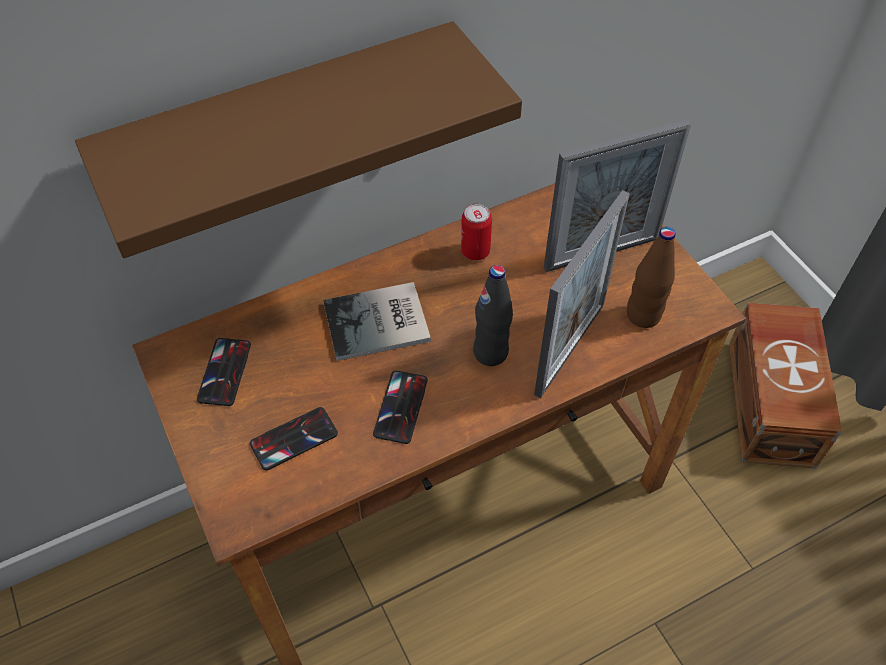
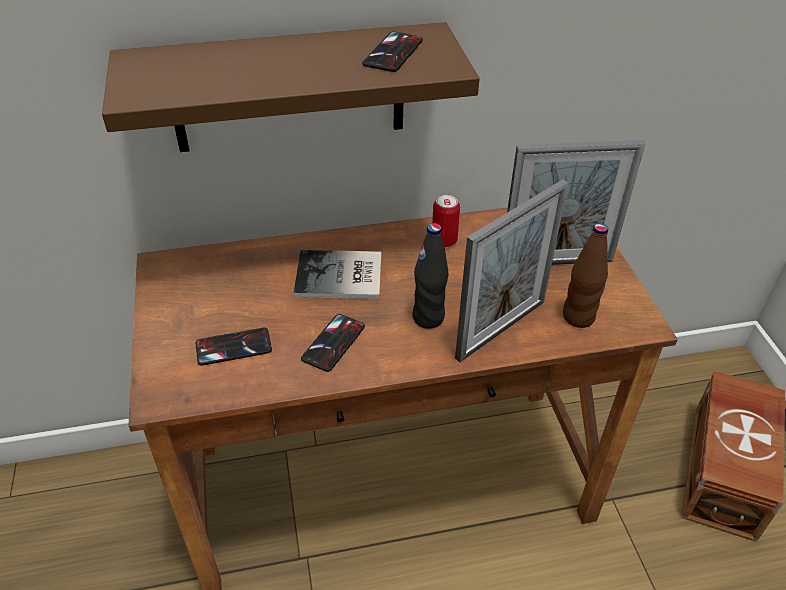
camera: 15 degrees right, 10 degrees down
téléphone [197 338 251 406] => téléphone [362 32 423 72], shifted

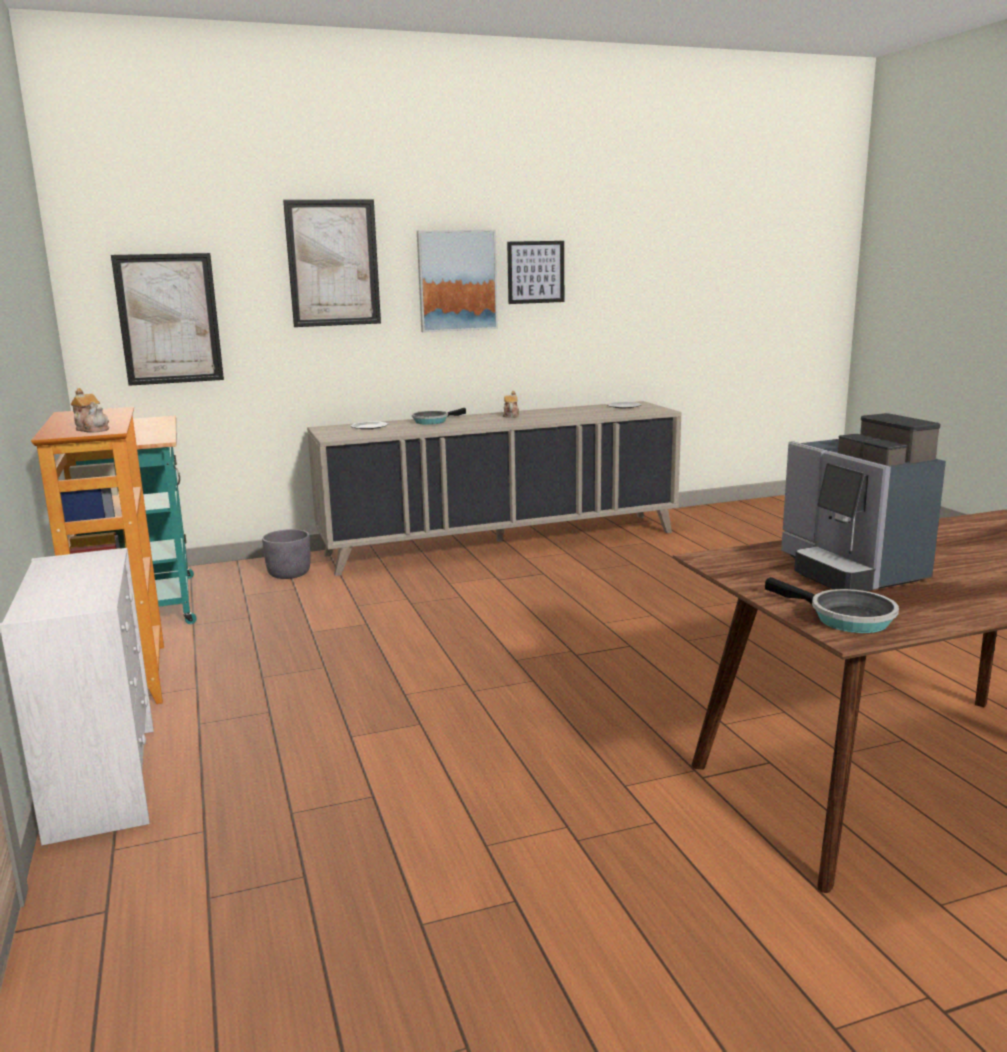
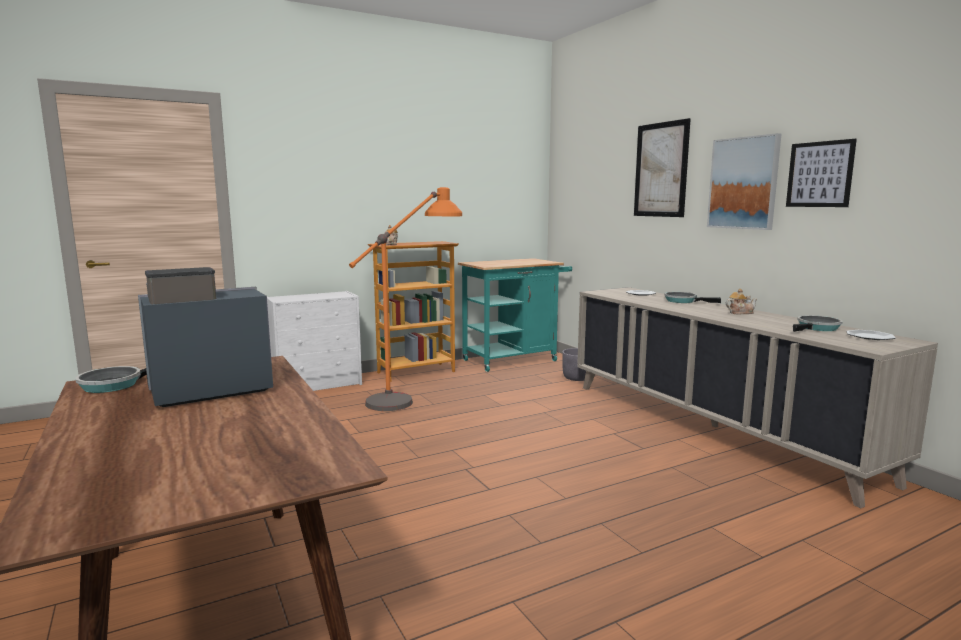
camera: 80 degrees right, 5 degrees down
nothing => lampadaire/orange [349 187 462 411]
nothing => poêle [793 315 842 332]
tableau [111 253 224 386] => nothing

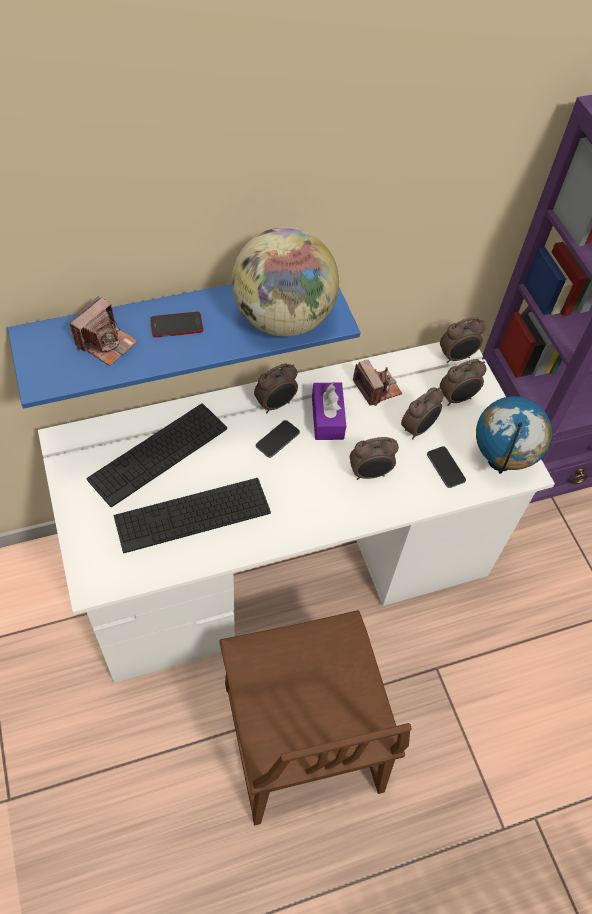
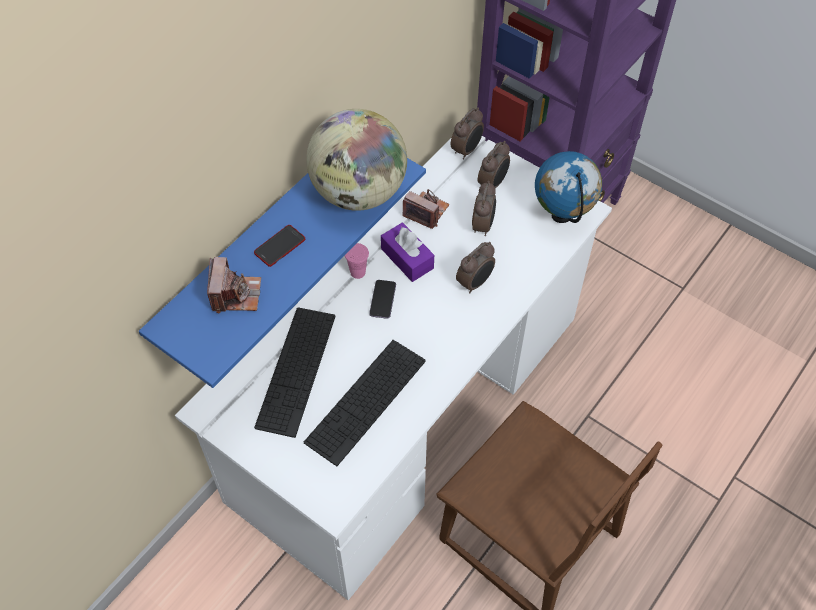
camera: 30 degrees left, 0 degrees up
réveil [254 364 298 413] => tasse/rose [345 243 369 279]
téléphone [427 446 466 488] => nothing

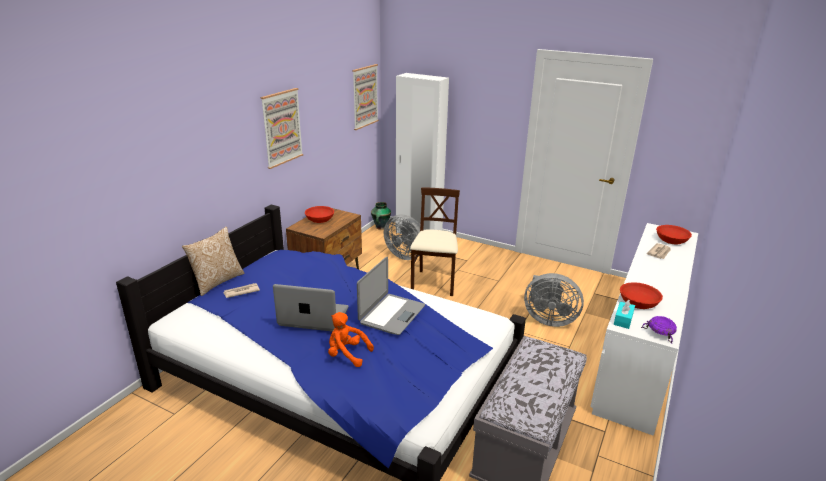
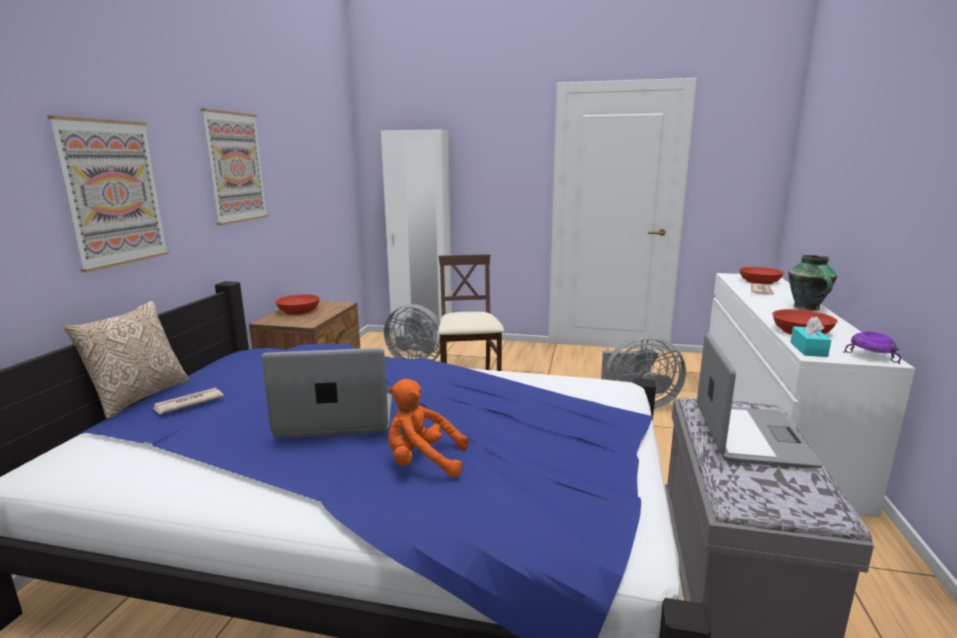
camera: 15 degrees left, 10 degrees down
tableau [352 64 379 130] => tableau [47 115 169 272], shifted
ordinateur portable [357 257 425 335] => ordinateur portable [697 333 823 468], shifted
vase [371 202 391 230] => vase [788 255 837 311], shifted

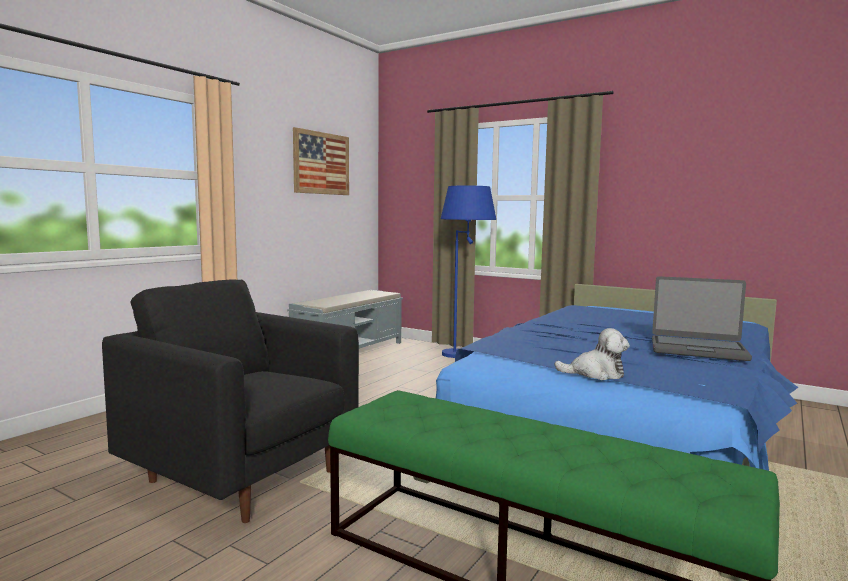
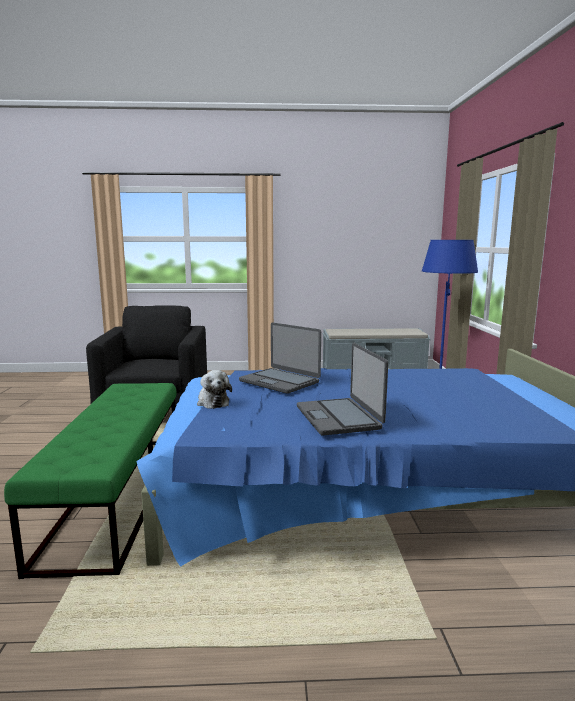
camera: 55 degrees right, 5 degrees up
nothing => ordinateur portable [239 322 321 394]
tableau [293 127 349 195] => nothing

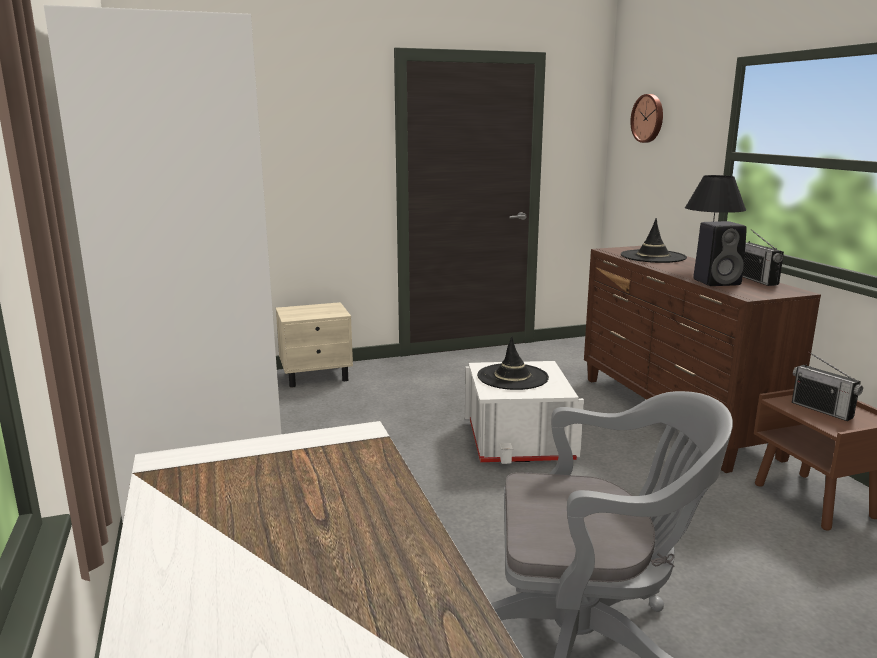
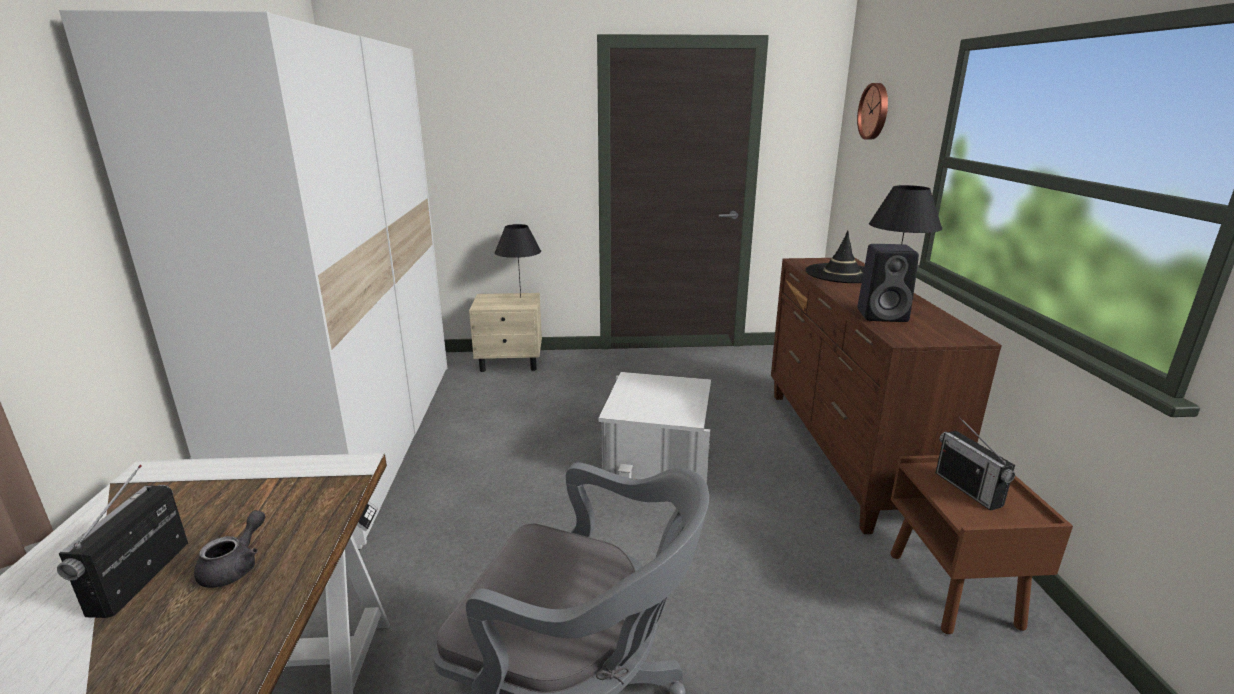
camera: 15 degrees right, 5 degrees up
radio [742 229 784 286] => radio [57 465 188 618], shifted
nothing => théière/gris [194 510 265 588]
nothing => lampe de table/noir [495 224 541 298]
chapeau/noir [477 336 549 390] => nothing

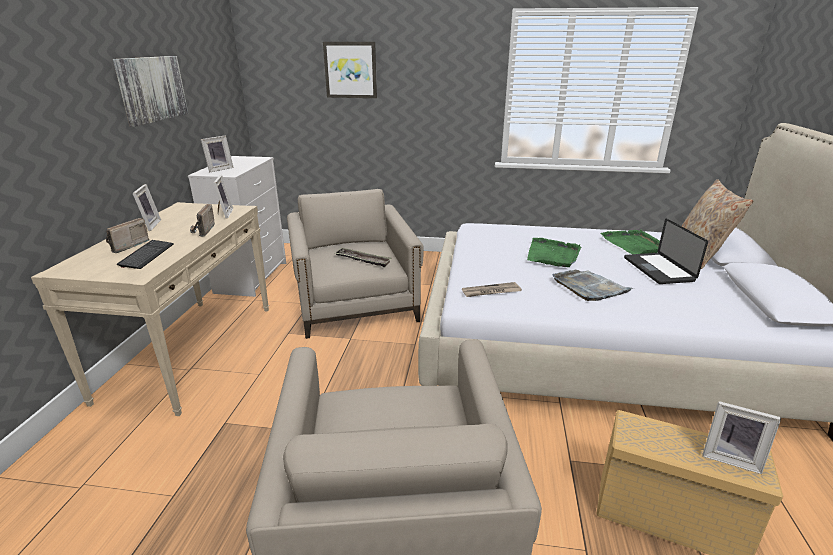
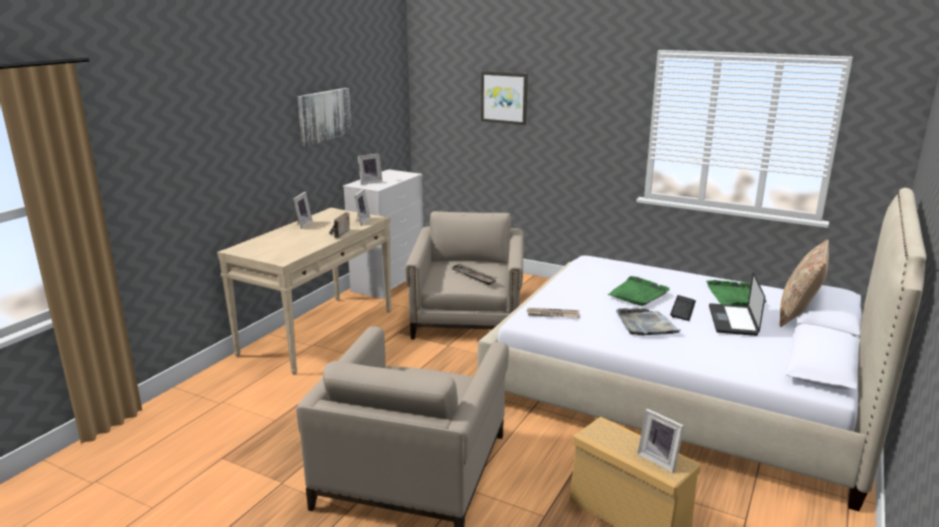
camera: 20 degrees right, 5 degrees down
clavier [117 240 174 269] => clavier [670 295 696 321], shifted
radio [106 218 149 253] => nothing

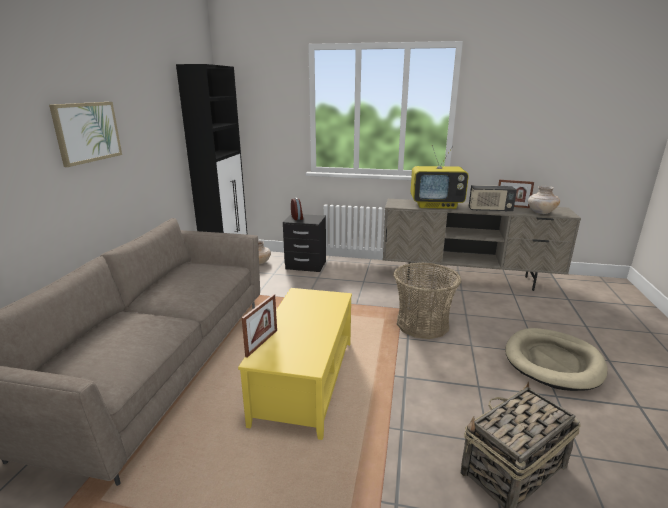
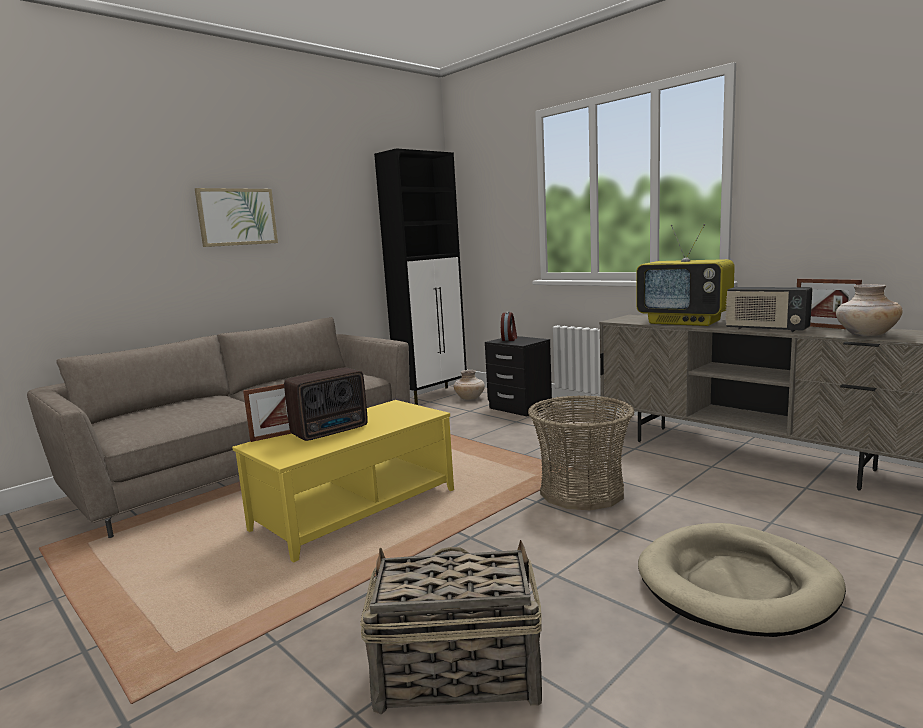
camera: 35 degrees right, 10 degrees down
nothing => radio [284 367 368 441]

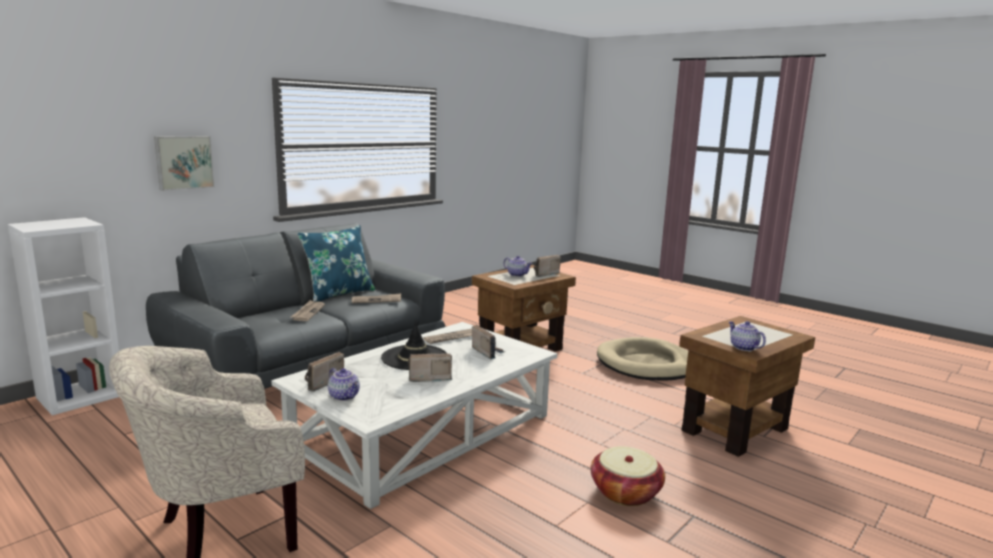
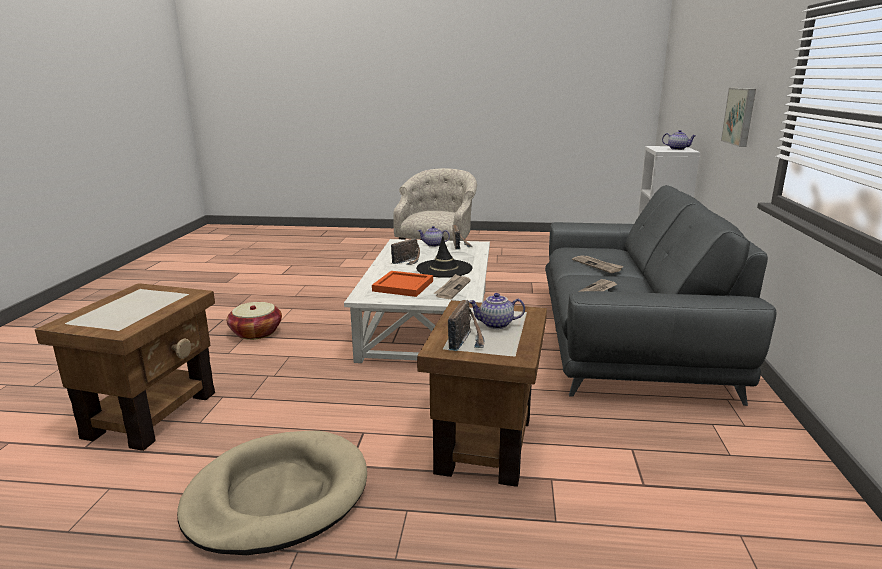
camera: 145 degrees right, 5 degrees up
radio [472 324 506 359] => plateau/orange [372 271 433 297]
théière [729 321 766 351] => théière [662 130 696 150], shifted
coussin/bleu [297 225 376 302] => nothing

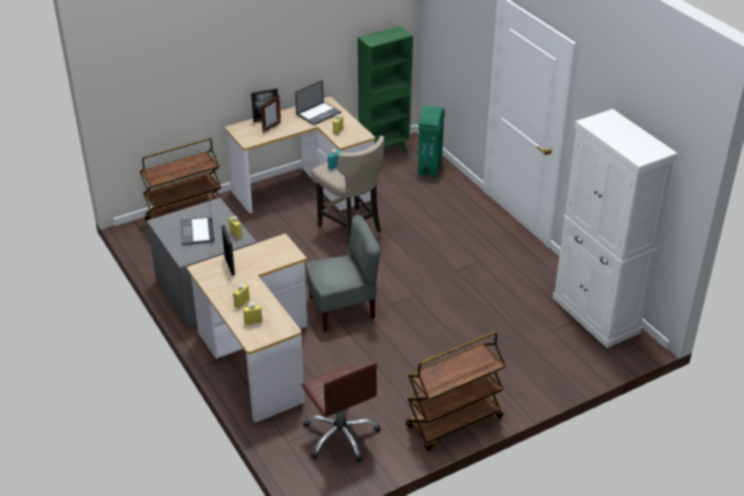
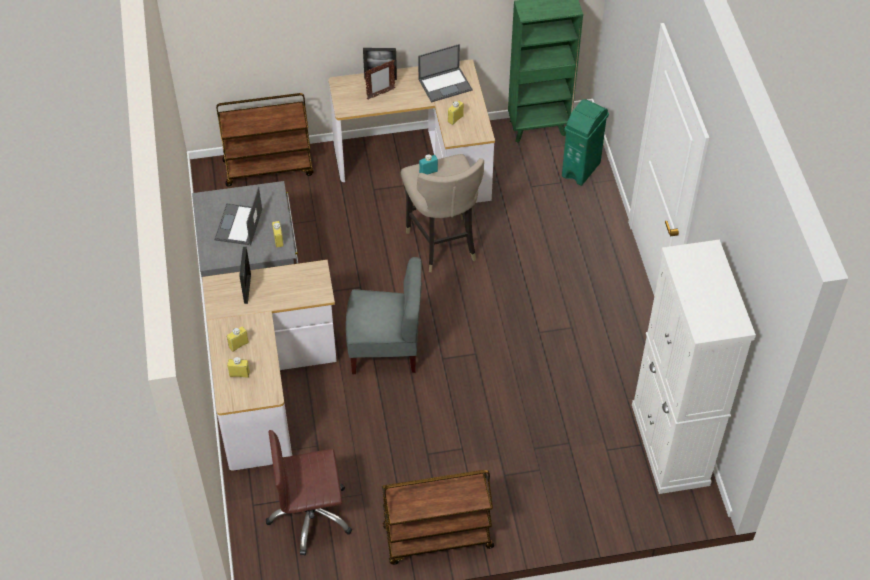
camera: 20 degrees right, 15 degrees up
chaise de bureau/marron [301 361 380 463] => chaise de bureau/marron [266 430 352 555], 90 degrees clockwise

